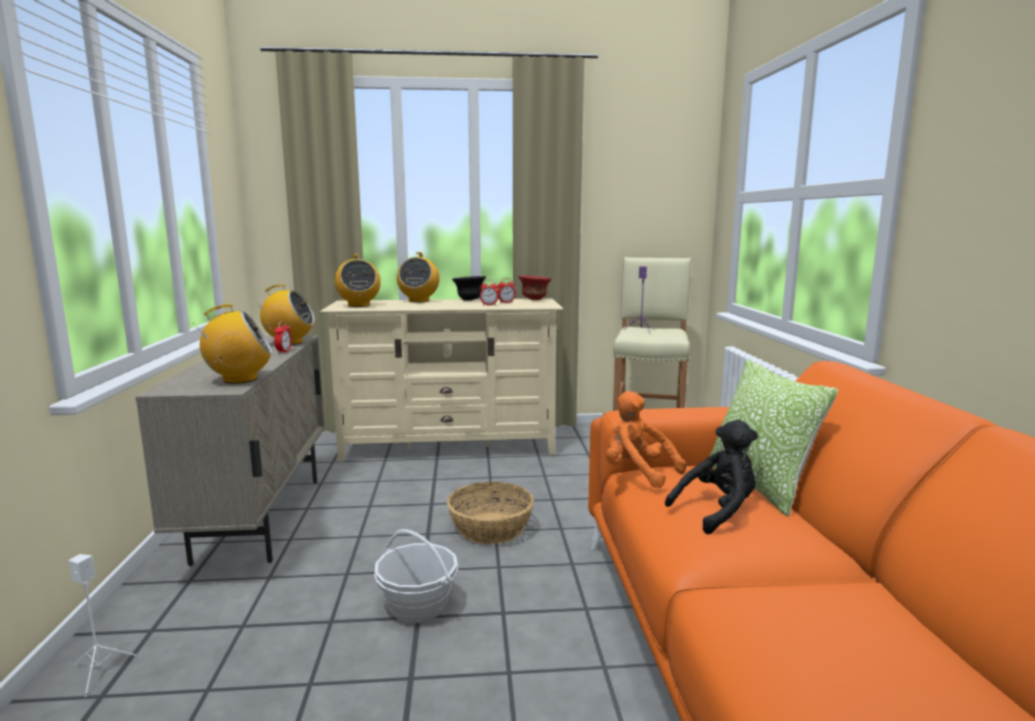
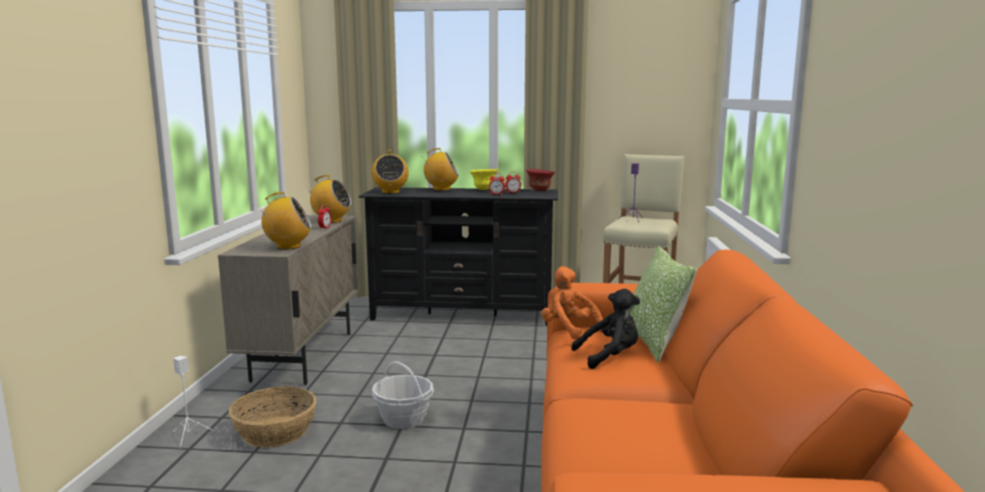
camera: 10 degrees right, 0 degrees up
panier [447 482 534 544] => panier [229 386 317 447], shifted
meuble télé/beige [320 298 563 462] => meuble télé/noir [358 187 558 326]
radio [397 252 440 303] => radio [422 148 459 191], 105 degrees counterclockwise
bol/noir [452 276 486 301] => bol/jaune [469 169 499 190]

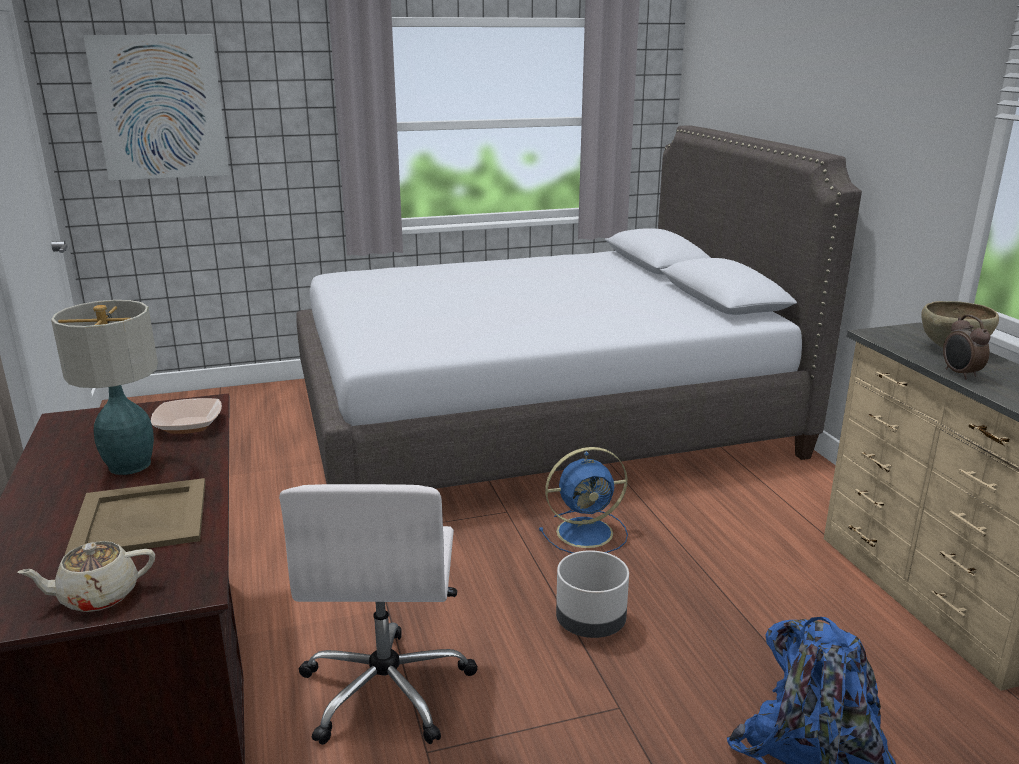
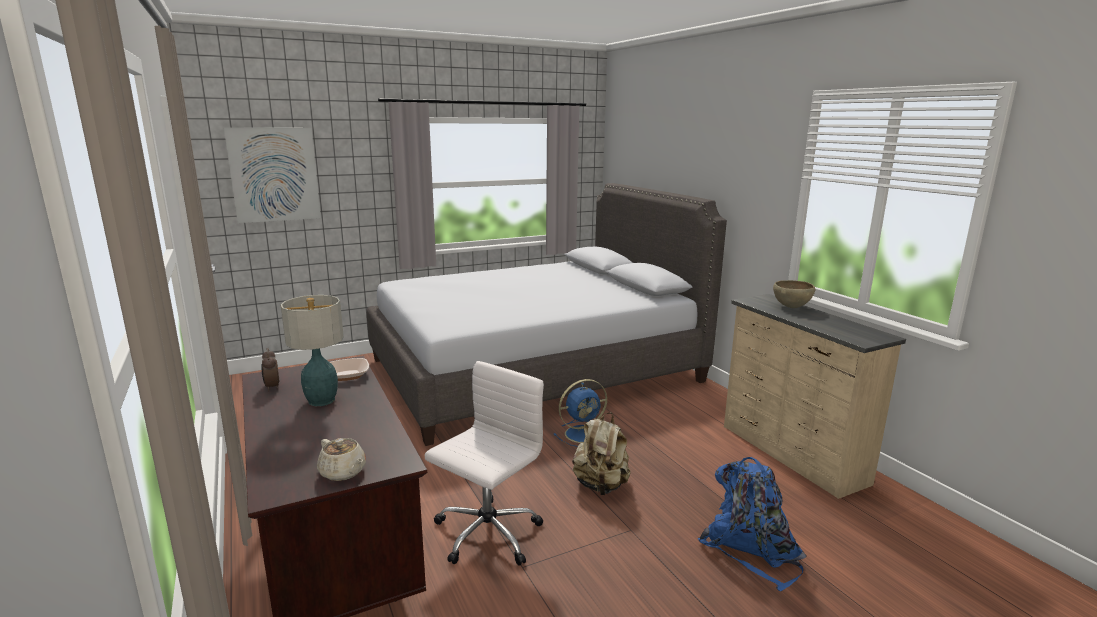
camera: 10 degrees left, 5 degrees down
réveil [943 315 990 379] => réveil [261 348 279 391], shifted
théière/beige [17 541 155 612] => théière/beige [317 438 366 481], 105 degrees counterclockwise
chaise de bureau/blanc [279 484 478 745] => chaise de bureau/blanc [425 361 544 566], 135 degrees counterclockwise
cache-pot/gris [556 550 629 638] => sac à dos/beige [572 412 631 495]
plateau/beige [64 478 206 555] => nothing

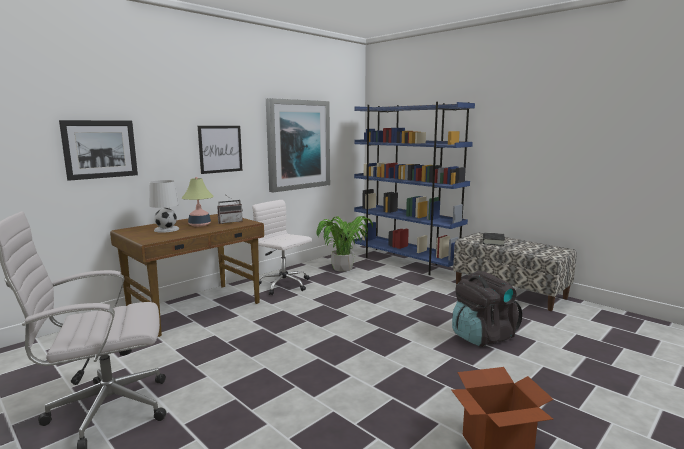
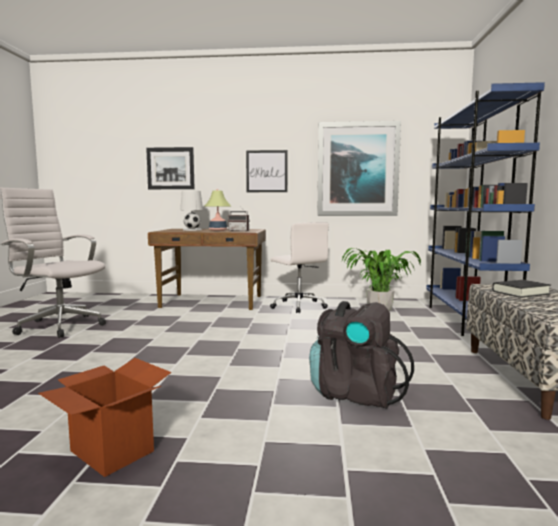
camera: 50 degrees right, 5 degrees down
chaise de bureau/blanc [252 200 312 295] => chaise de bureau/blanc [270 222 329 313], 150 degrees clockwise

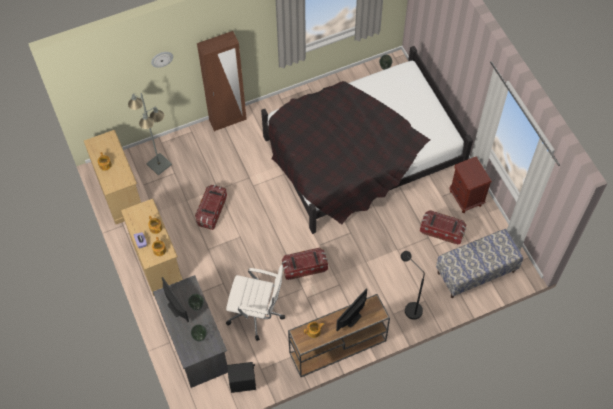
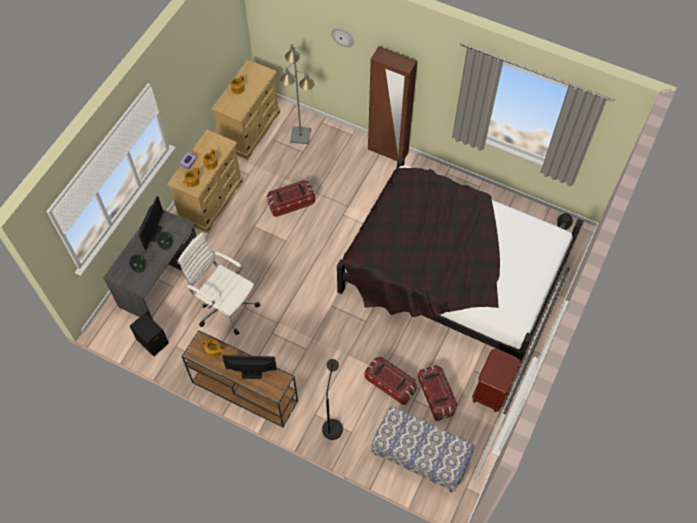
camera: 50 degrees right, 0 degrees up
chaise de bureau/blanc [226 265 285 341] => chaise de bureau/blanc [178 232 260 335], 150 degrees clockwise
boîte de rangement [282 248 328 280] => boîte de rangement [364 357 417 405], shifted

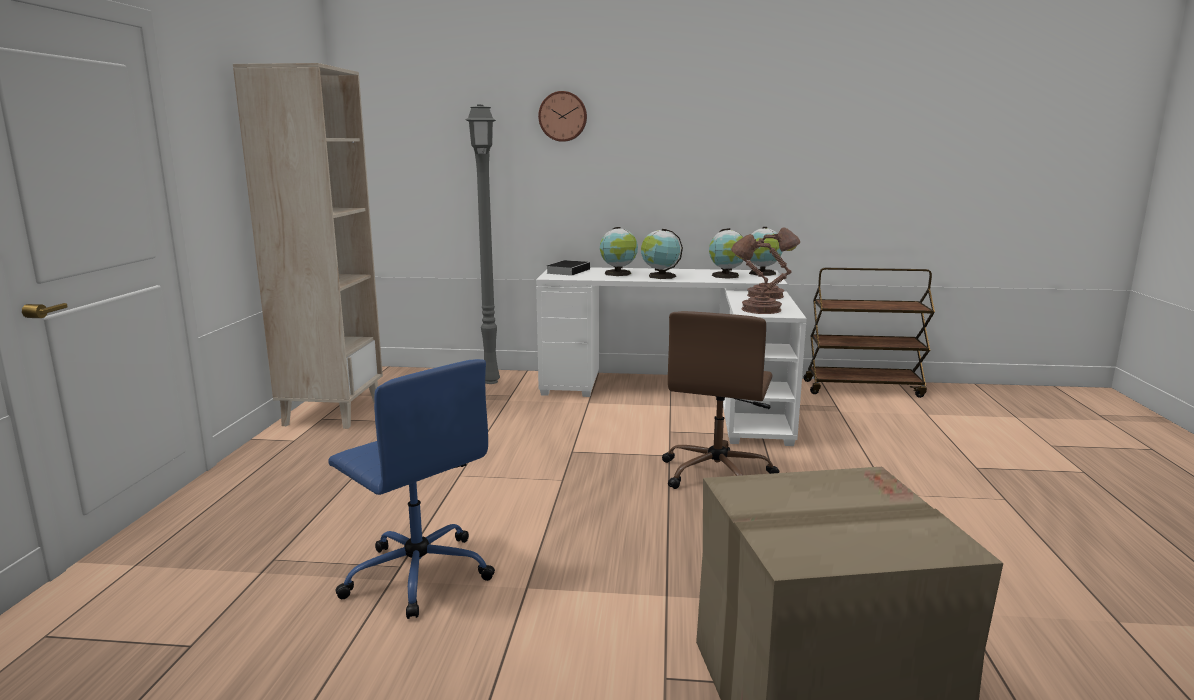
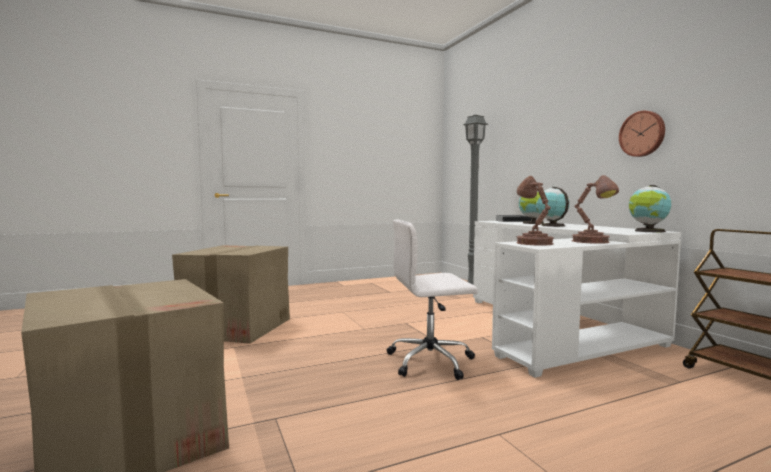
camera: 60 degrees right, 10 degrees down
chaise de bureau/bleu [328 359 495 619] => carton [172 245 290 344]
chaise de bureau/marron [662 311 779 489] => chaise de bureau/blanc [387 220 478 380]
horloge murale [538 91 587 142] => horloge murale [619 111 665 157], shifted
bibliothèque/beige [233 63 383 429] => nothing
globe [709 228 743 279] => nothing

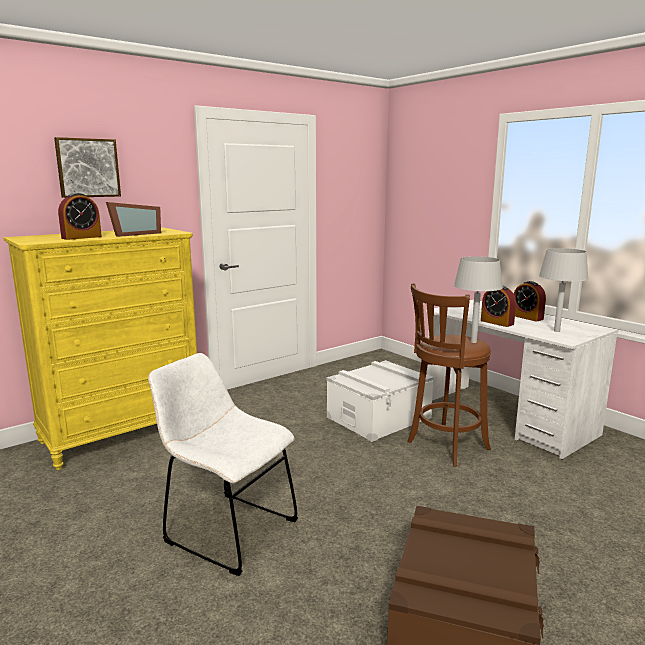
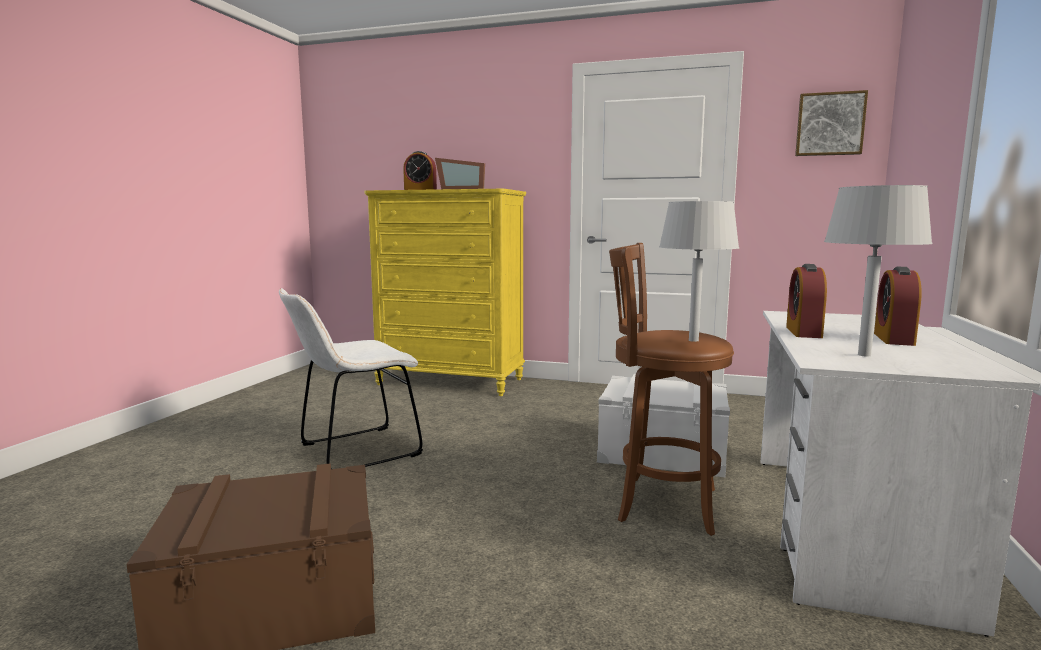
camera: 55 degrees right, 5 degrees down
chaise/blanc [148 353 298 576] => chaise/blanc [279 288 423 469], 120 degrees counterclockwise
tableau [54 137 121 198] => tableau [795 90 868 156], shifted

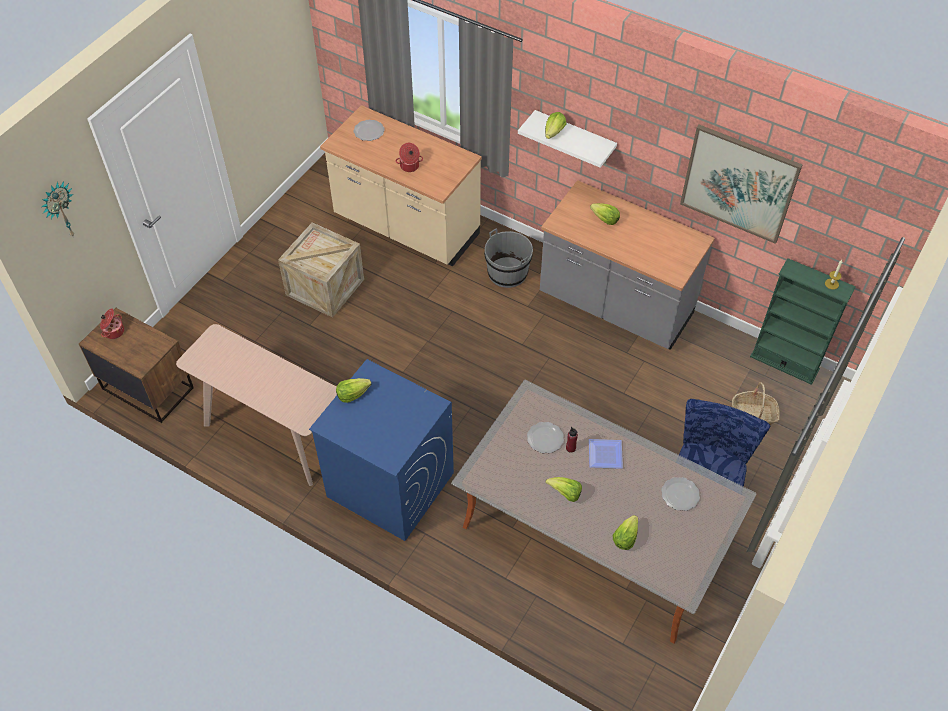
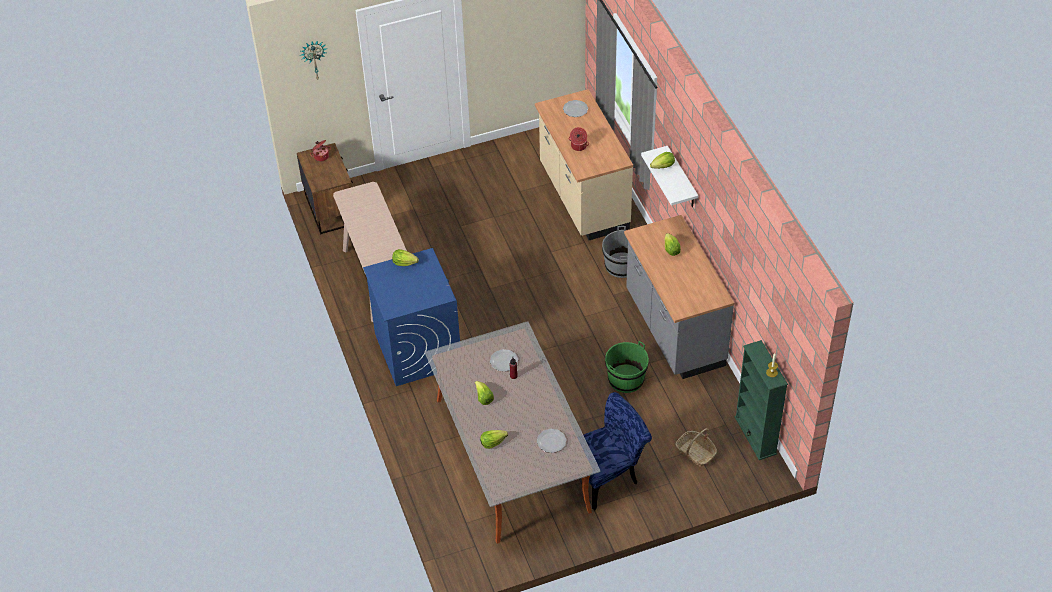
camera: 40 degrees right, 5 degrees down
nothing => seau/vert [605 341 649 393]
caisse [278 222 364 318] => nothing
assiette [589 439 623 469] => nothing
tableau [680 125 803 244] => nothing

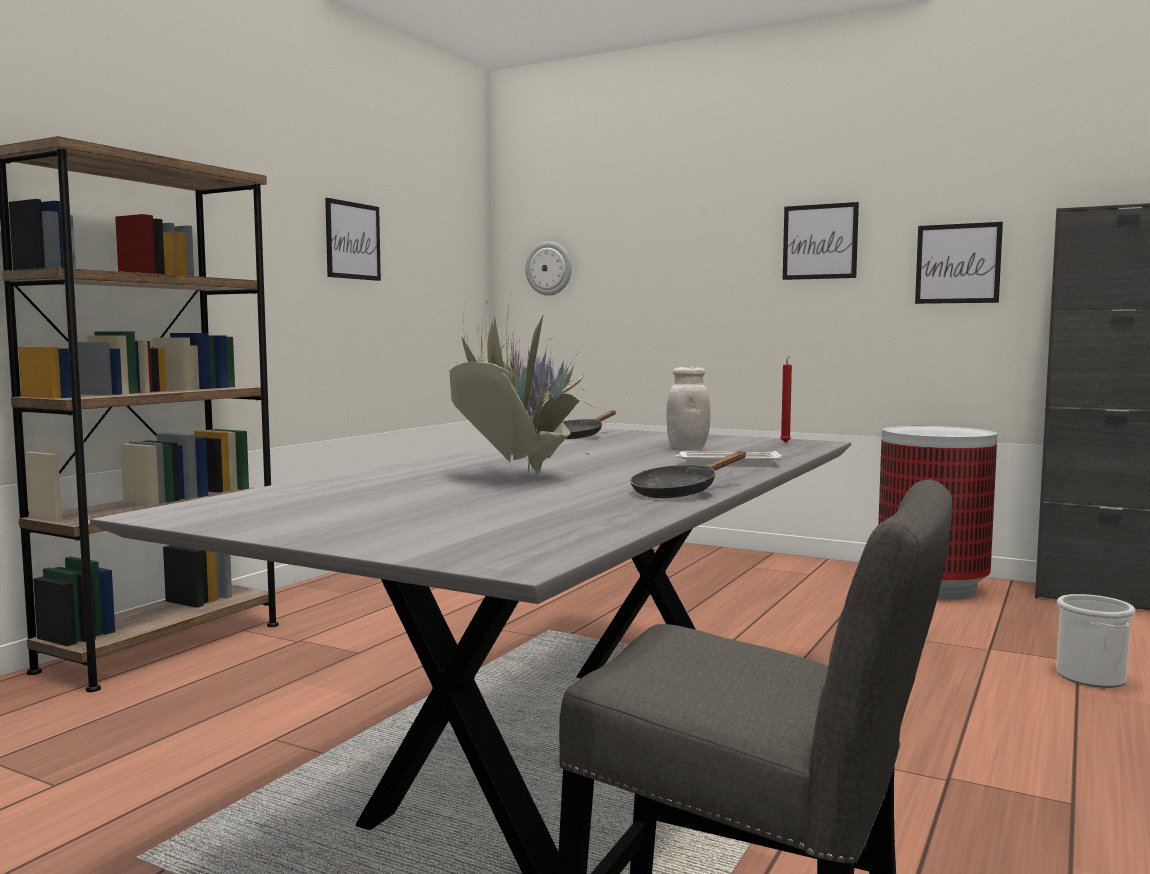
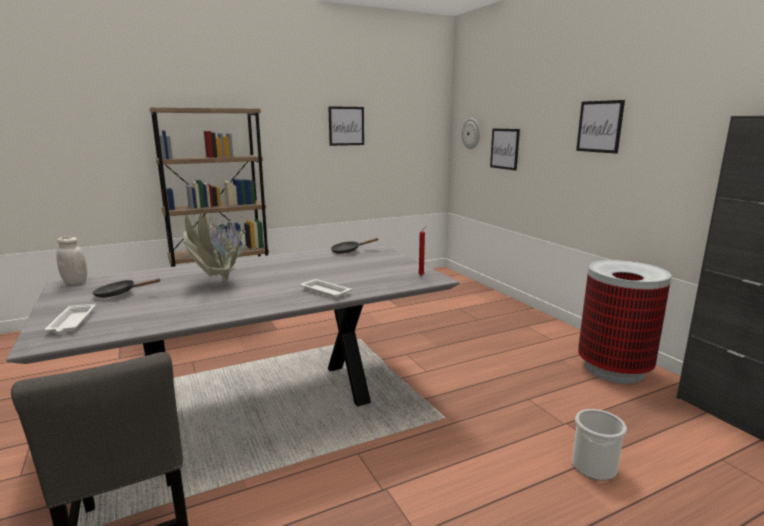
camera: 35 degrees right, 10 degrees up
nothing => plateau/blanc [45 304 96 333]
bocal/blanc [666 367 710 449] => bocal/blanc [56 237 87 285], shifted
poêle/noir [630 451 746 498] => poêle/noir [92 279 161 298], shifted
tableau [915 222 1003 304] => tableau [490 129 520 171], shifted

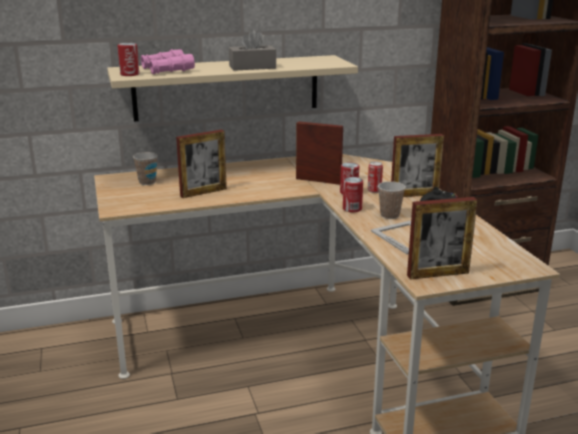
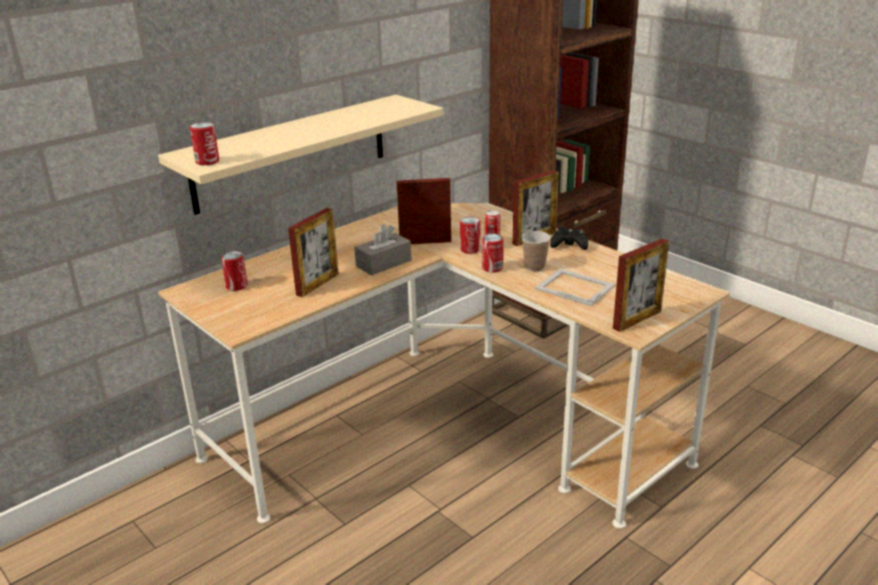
camera: 25 degrees left, 5 degrees up
tasse [133 152 158 185] => boîte métallique [221 251 248 291]
boîte à mouchoirs/gris [229 29 276 71] => boîte à mouchoirs/gris [354 224 412 275], shifted
jumelles/rose [141 49 195 74] => nothing

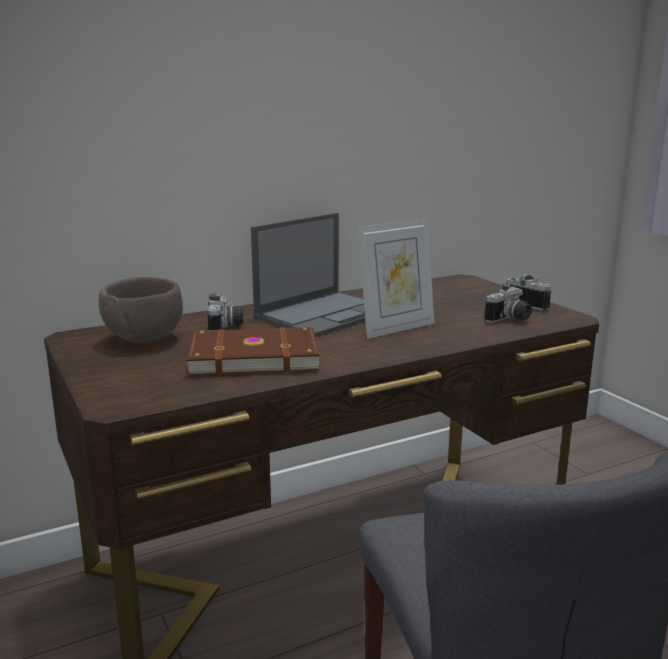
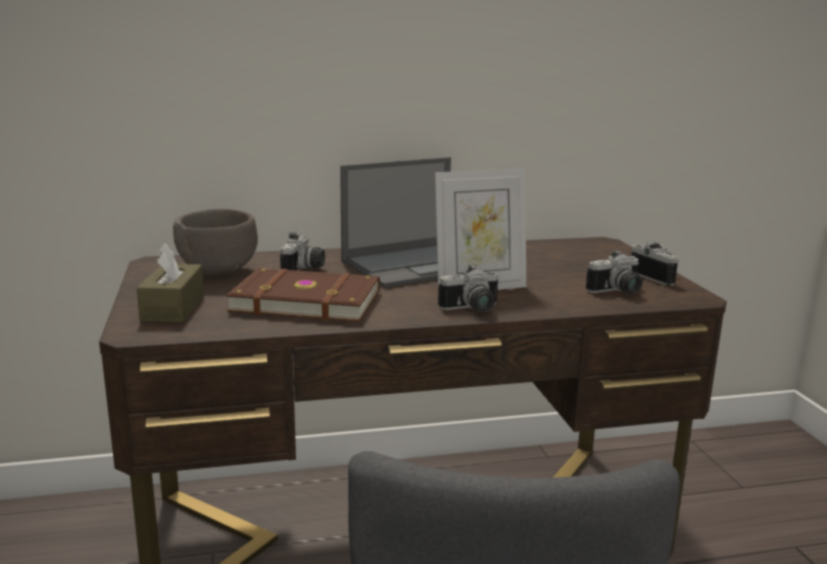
camera: 15 degrees right, 0 degrees up
nothing => boîte à mouchoirs/marron [137 243 204 323]
nothing => appareil photo [438 264 499 312]

